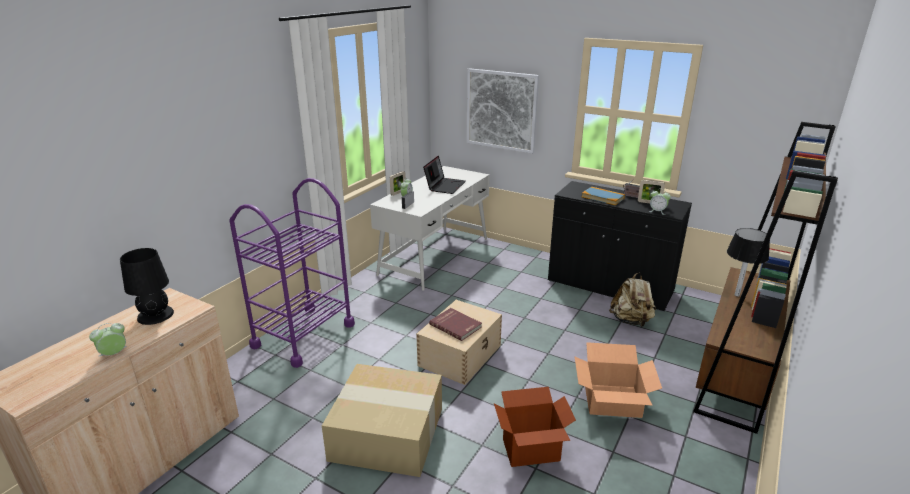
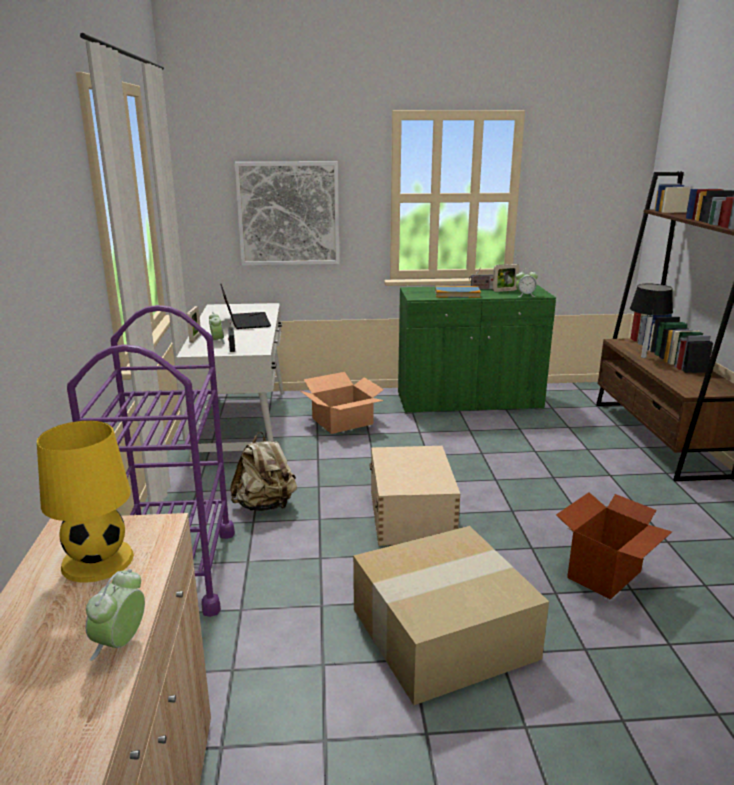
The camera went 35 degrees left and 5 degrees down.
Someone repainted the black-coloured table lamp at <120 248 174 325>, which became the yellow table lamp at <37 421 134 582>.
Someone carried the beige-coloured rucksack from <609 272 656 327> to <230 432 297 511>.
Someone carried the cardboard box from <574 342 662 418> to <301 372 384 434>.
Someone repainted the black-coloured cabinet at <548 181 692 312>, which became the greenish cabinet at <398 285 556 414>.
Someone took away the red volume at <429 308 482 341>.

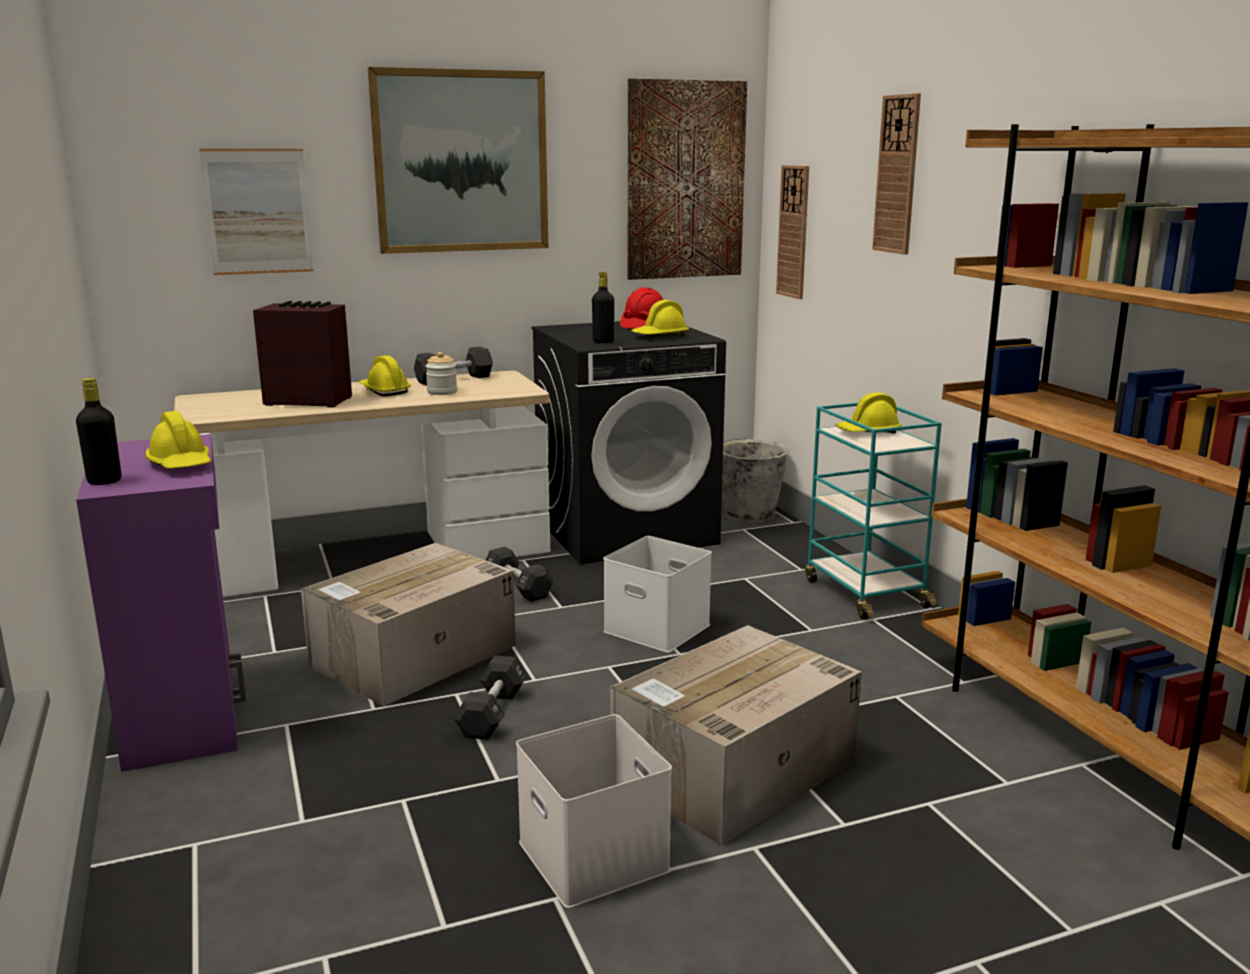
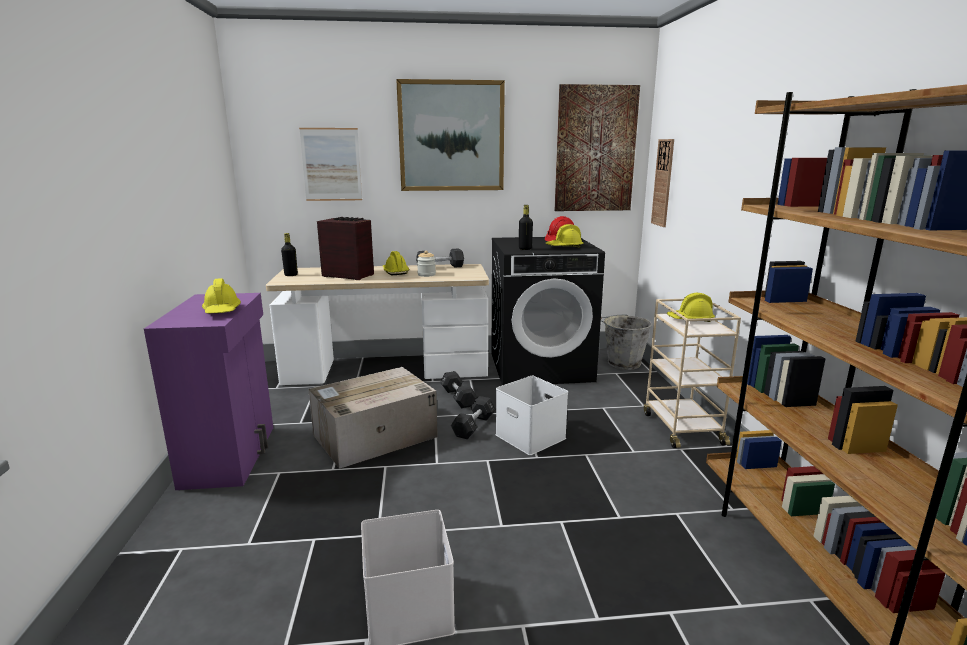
The camera went 15 degrees right and 0 degrees up.
Someone carried the black-coloured drink bottle from <76 378 121 485> to <281 233 298 276>.
Someone carried the black-coloured free weight from <454 655 527 740> to <451 396 496 439>.
Someone repainted the blue-green trolley at <805 403 942 619>, which became the beige-coloured trolley at <644 299 741 448>.
Someone took away the cardboard box at <610 625 862 846>.
Someone took away the wall clock at <872 93 921 255>.

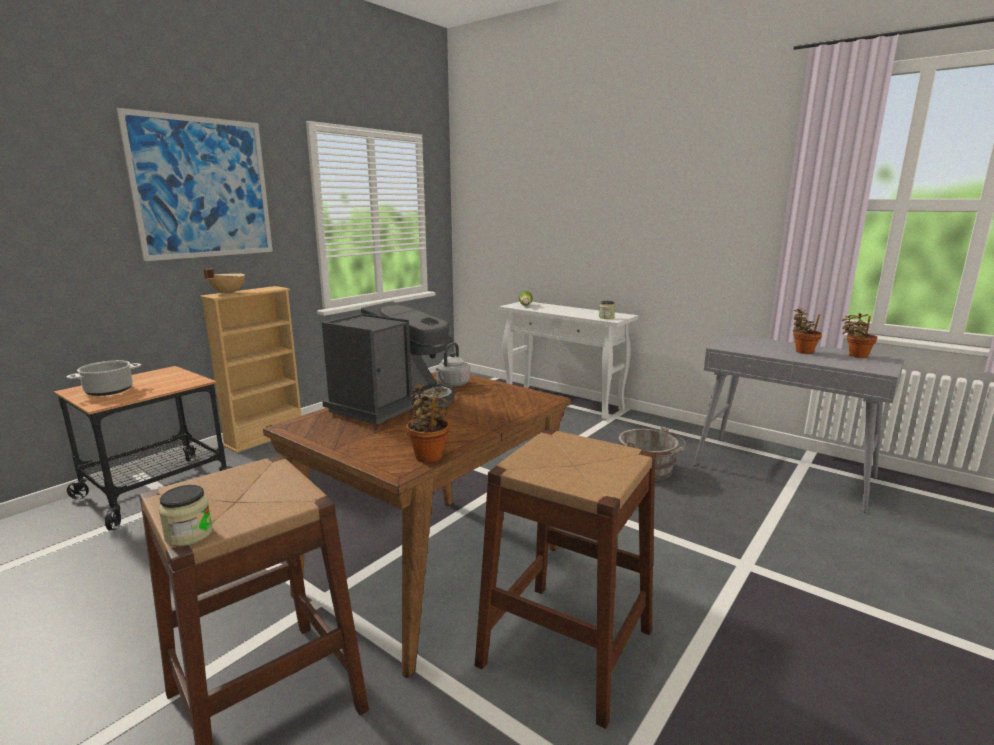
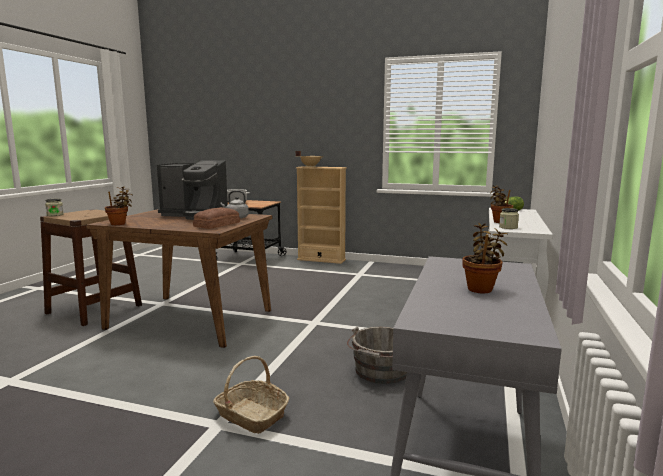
The camera went 70 degrees right and 5 degrees down.
Someone put down the baked bread at <193 207 240 229>.
Someone put down the household basket at <213 356 290 433>.
Someone carried the plant in a pot from <841 313 877 358> to <490 185 513 223>.
Someone took away the wall art at <116 108 273 261>.
Someone took away the brown-coloured sitting stool at <475 429 656 729>.

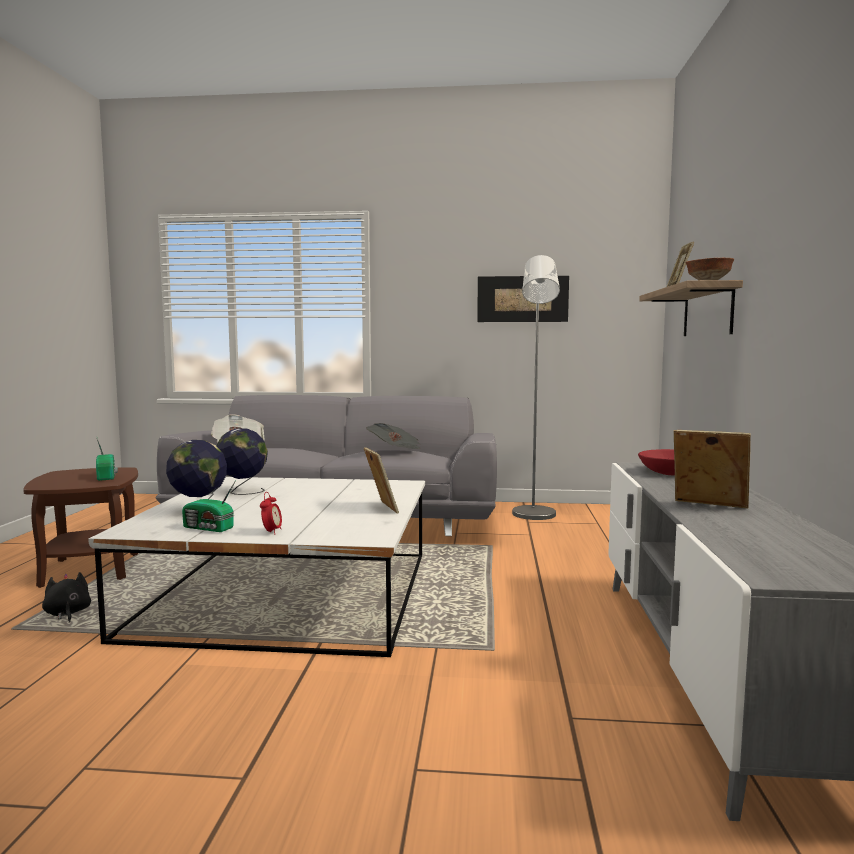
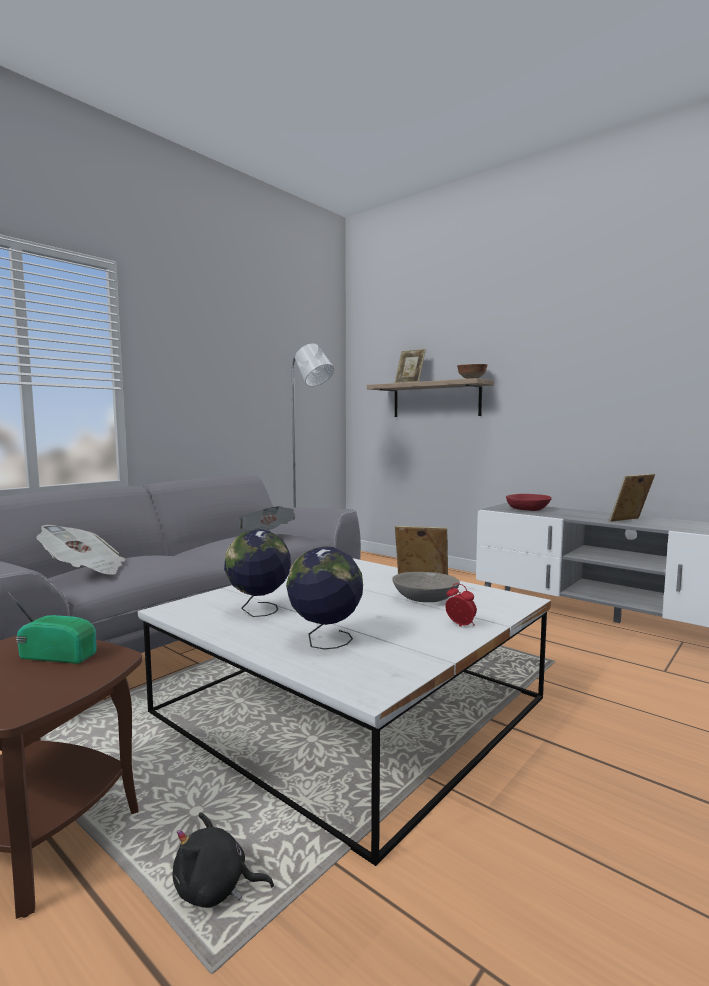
The camera went 55 degrees left and 0 degrees up.
Someone put down the greyish serving bowl at <392 572 460 602>.
Someone took away the radio set at <182 480 236 532>.
Someone took away the wall art at <477 276 569 322>.

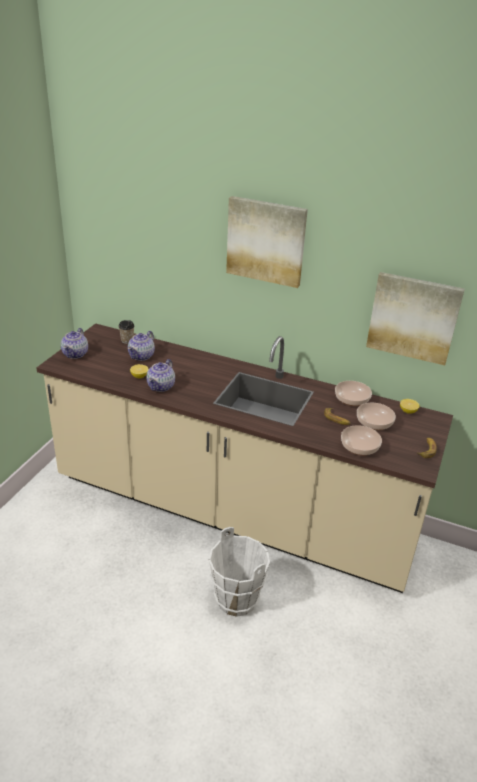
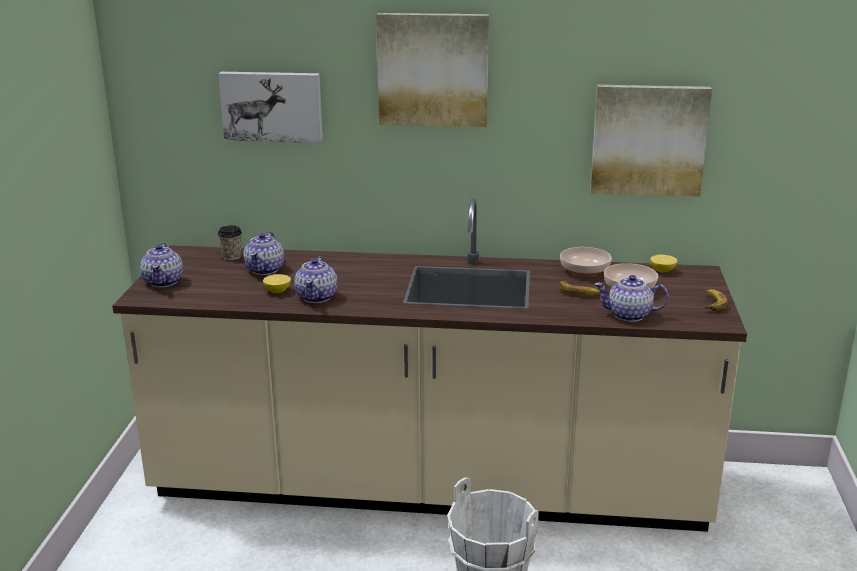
The camera went 15 degrees left and 10 degrees down.
Someone put up the wall art at <218 72 323 143>.
Someone swapped the serving bowl at <341 425 382 455> for the pot for tea at <594 275 669 322>.

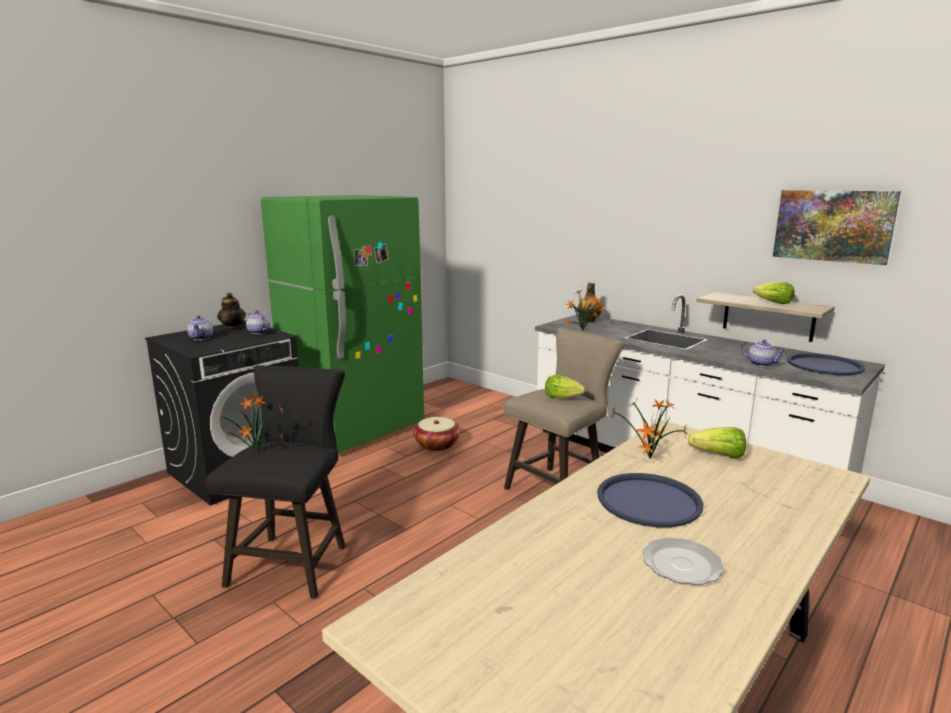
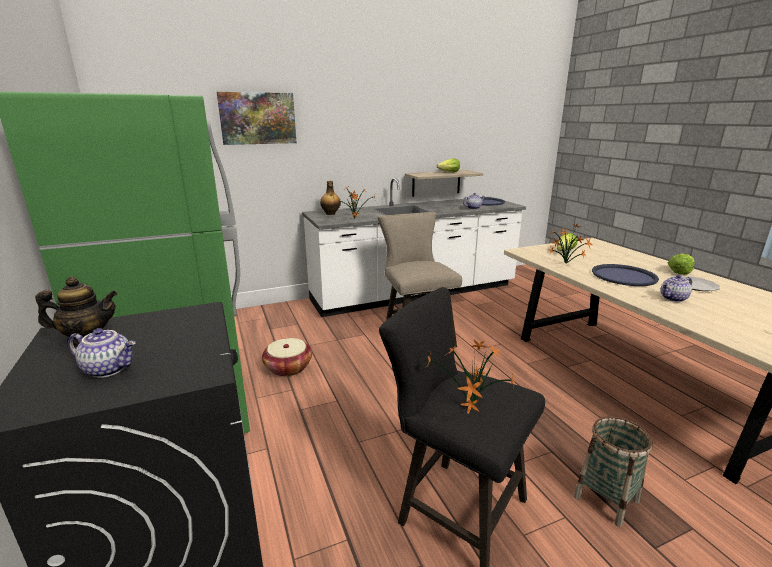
The camera went 65 degrees left and 5 degrees up.
Someone carried the wall art from <773 190 901 265> to <217 92 296 145>.
Someone put down the household basket at <574 416 653 527>.
Someone carried the pot for tea from <246 310 270 334> to <661 275 692 302>.
Someone carried the lettuce head from <545 375 586 398> to <668 254 694 275>.

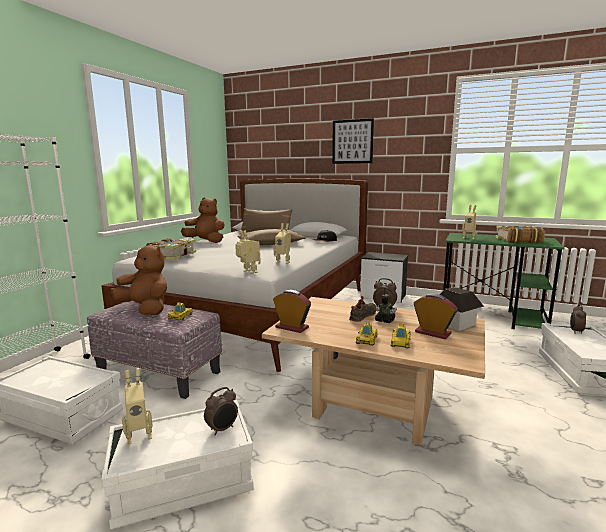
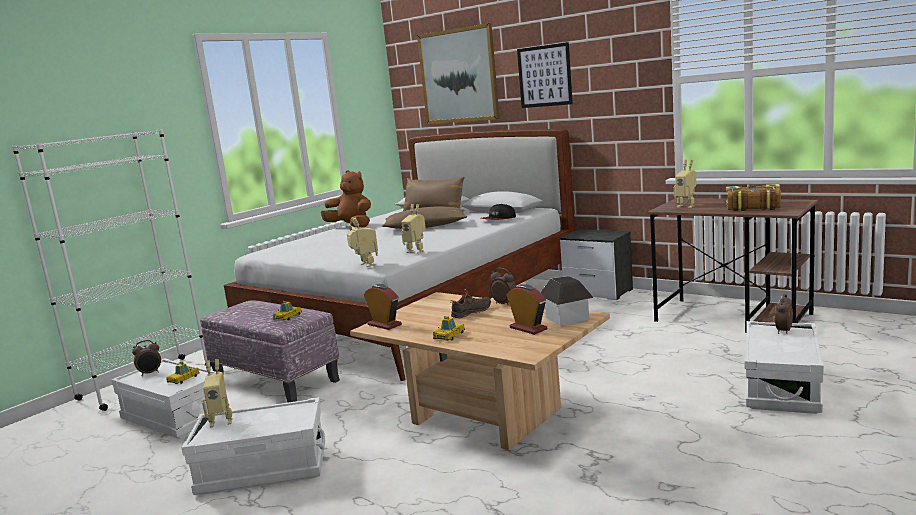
The camera went 15 degrees right and 0 degrees up.
Someone carried the alarm clock from <204 387 238 435> to <132 340 161 376>.
Someone carried the model car from <391 323 411 348> to <166 361 200 384>.
Someone put up the wall art at <417 23 500 124>.
Someone repainted the greenish desk table at <443 233 564 329>, which became the brown-coloured desk table at <647 198 818 333>.
Someone took away the brown-coloured plush toy at <110 243 167 316>.
Someone took away the volume at <149 238 196 260>.
Someone took away the model robot at <375 288 397 323>.

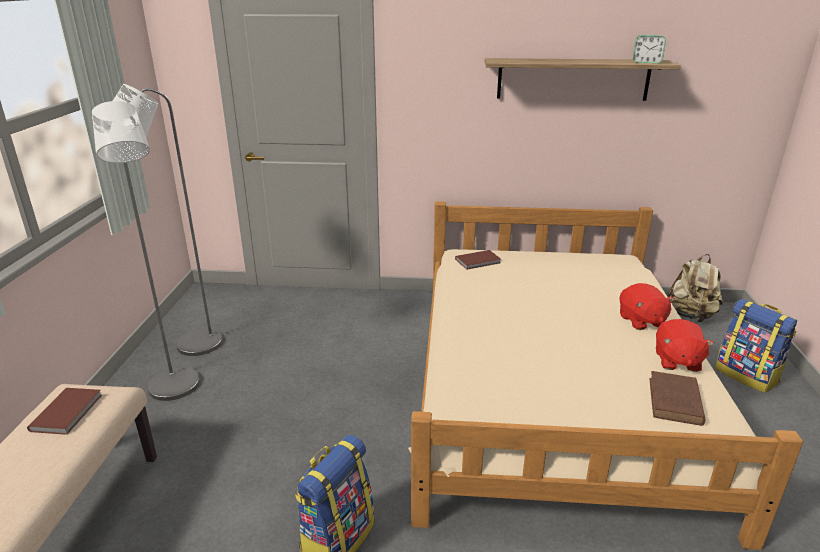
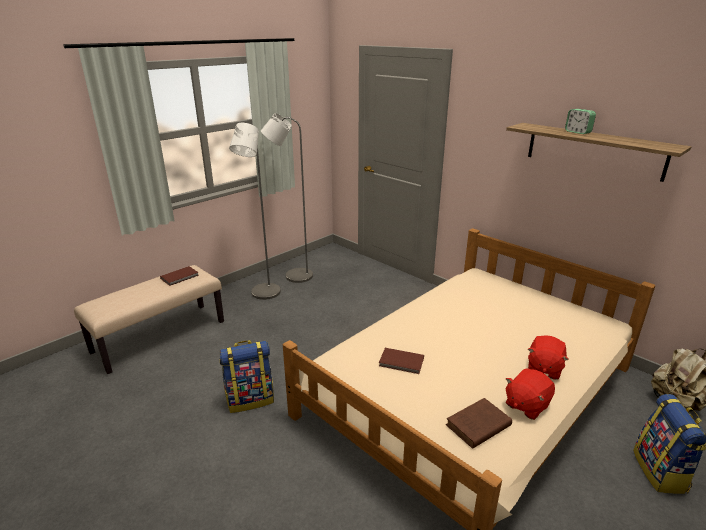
The camera went 40 degrees right and 0 degrees up.
Someone carried the brown-coloured volume from <455 250 501 270> to <379 348 424 374>.
Someone carried the alarm clock from <633 35 666 64> to <565 109 596 134>.

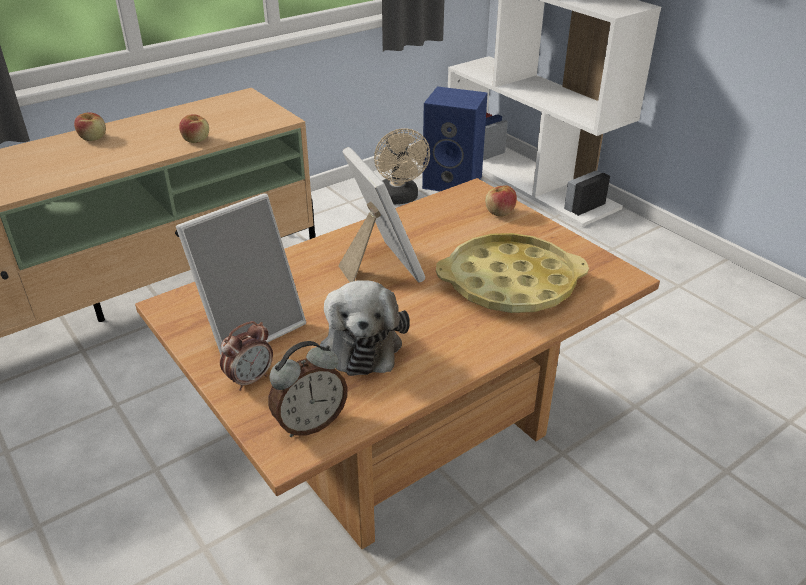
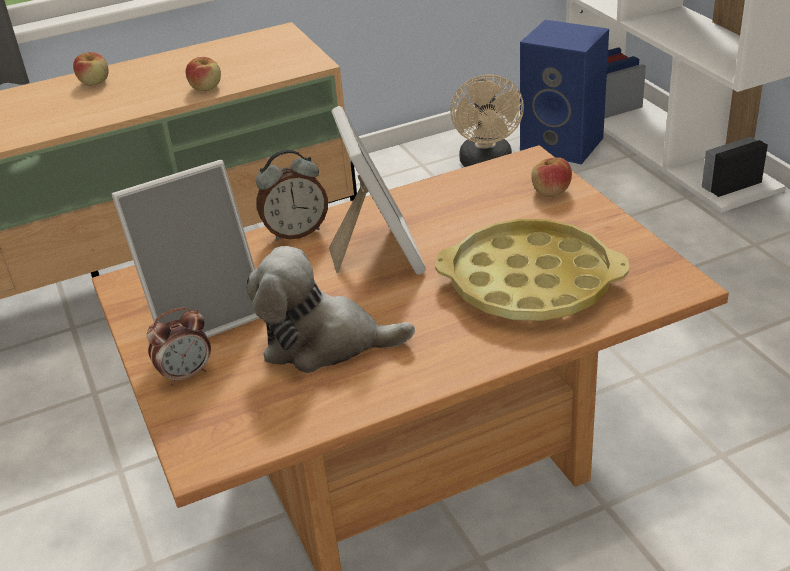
The camera went 15 degrees right and 0 degrees up.
Someone rotated the plush toy at <320 280 410 376> by 90 degrees clockwise.
Someone carried the alarm clock from <269 341 348 437> to <256 149 328 241>.

